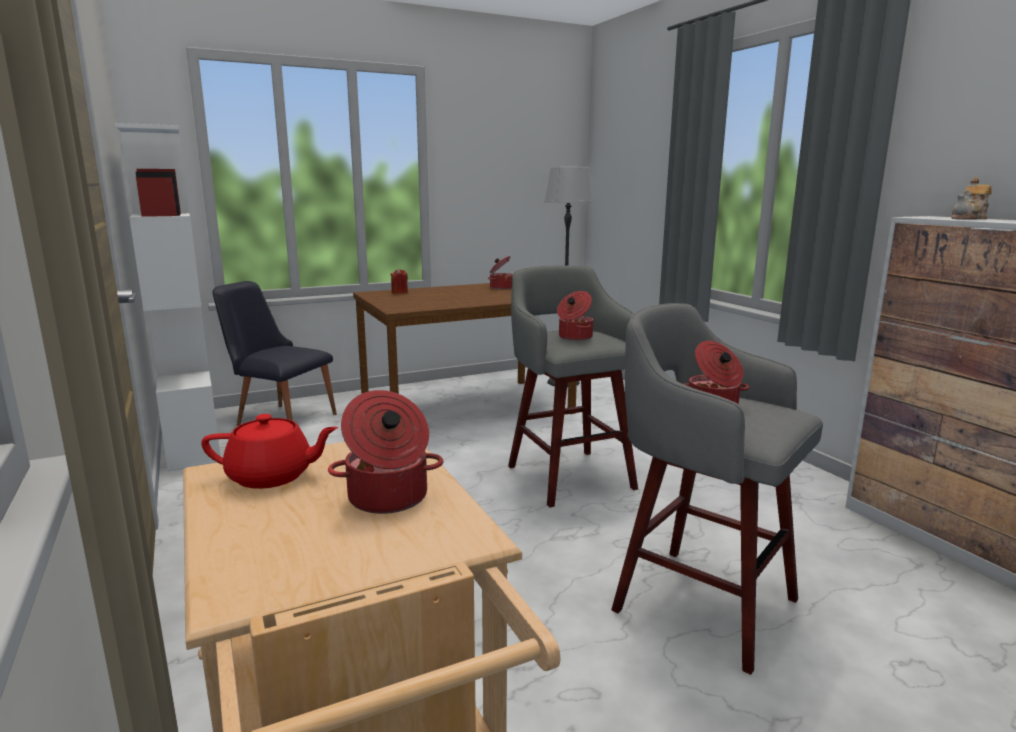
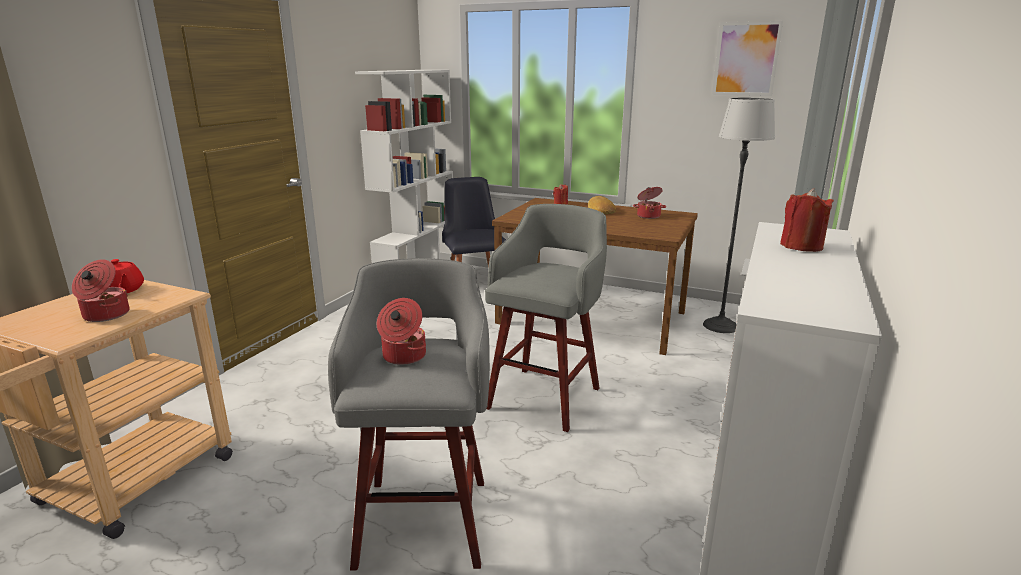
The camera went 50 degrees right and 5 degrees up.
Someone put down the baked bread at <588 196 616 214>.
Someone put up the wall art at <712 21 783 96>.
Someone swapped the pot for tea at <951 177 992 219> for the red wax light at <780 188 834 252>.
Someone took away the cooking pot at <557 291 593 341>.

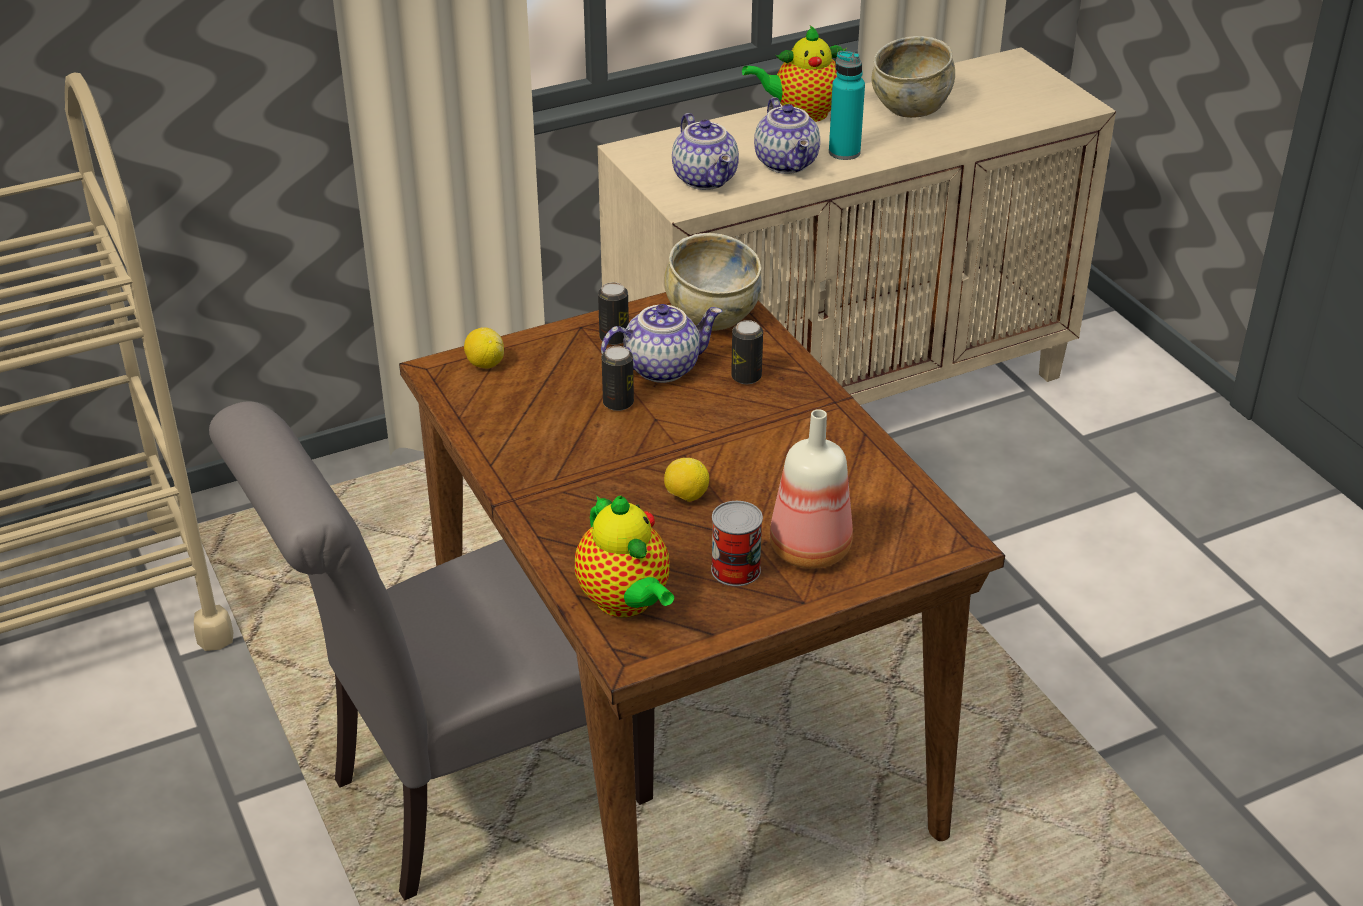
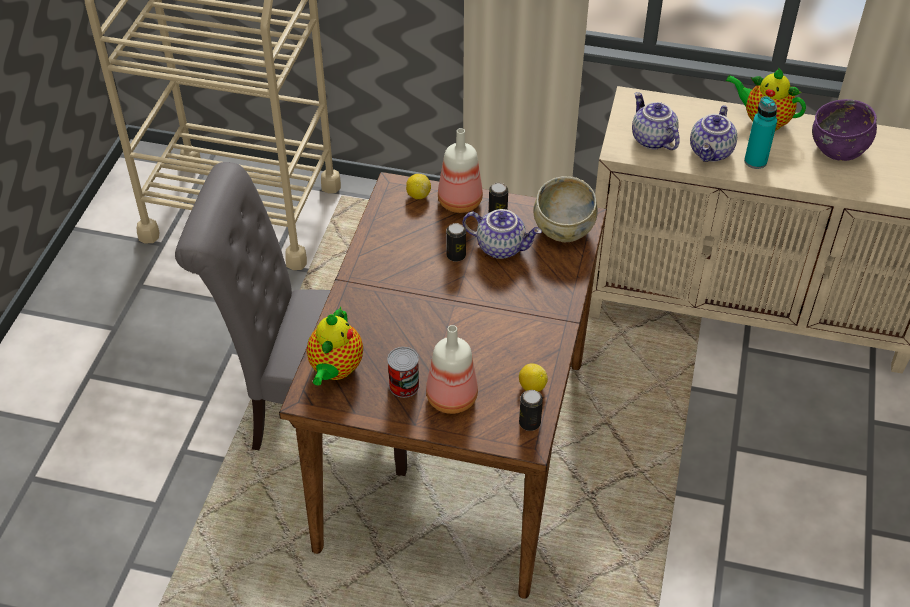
The camera went 40 degrees right and 10 degrees up.
Someone put down the drink bottle at <438 128 483 213>.
Someone carried the whole lemon from <664 458 709 502> to <519 363 548 391>.
Someone carried the can from <731 320 763 384> to <519 390 543 431>.
Someone rotated the pot for tea at <672 113 739 190> by 135 degrees clockwise.
Someone repainted the beige-coloured serving bowl at <872 36 955 118>, which became the purple-coloured serving bowl at <812 99 877 161>.

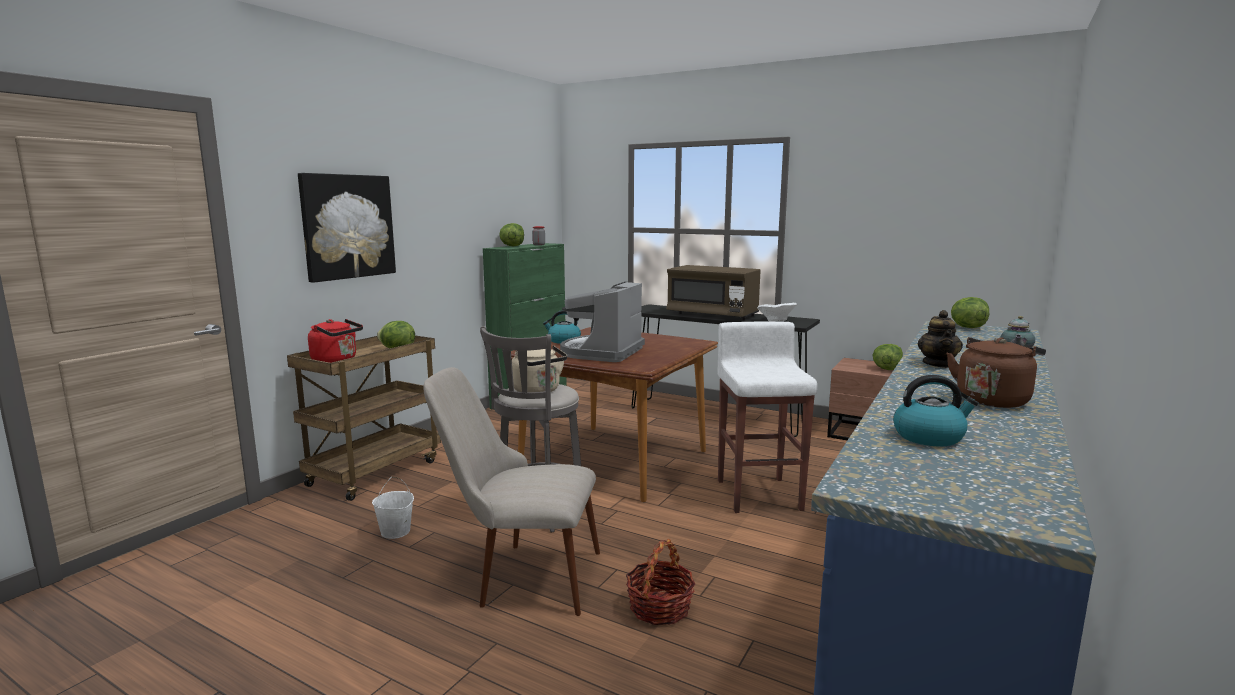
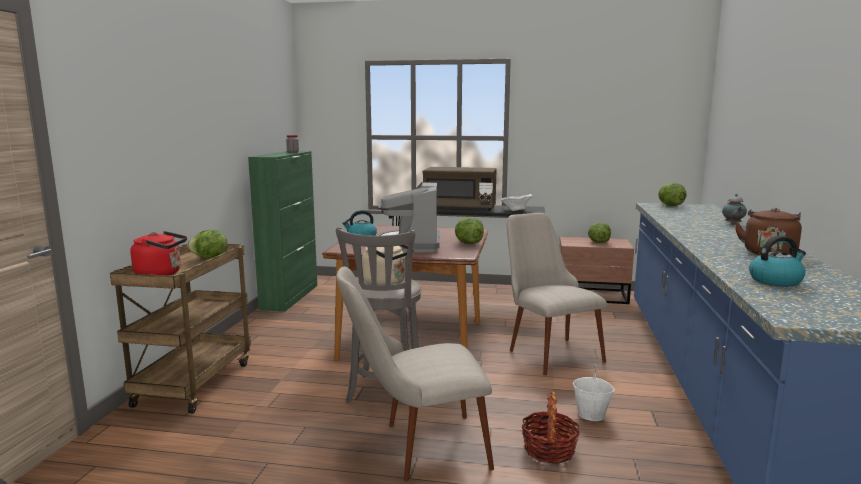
The camera went 20 degrees left and 0 degrees up.
Someone carried the lettuce head from <499 223 524 246> to <455 217 484 244>.
Someone swapped the white-coloured sitting stool at <717 321 817 513> for the beige-coloured upright chair at <507 213 607 375>.
Someone carried the white-coloured water bucket from <372 477 414 539> to <573 365 615 421>.
Someone took away the wall art at <298 173 396 283>.
Someone took away the pot for tea at <918 310 963 368>.

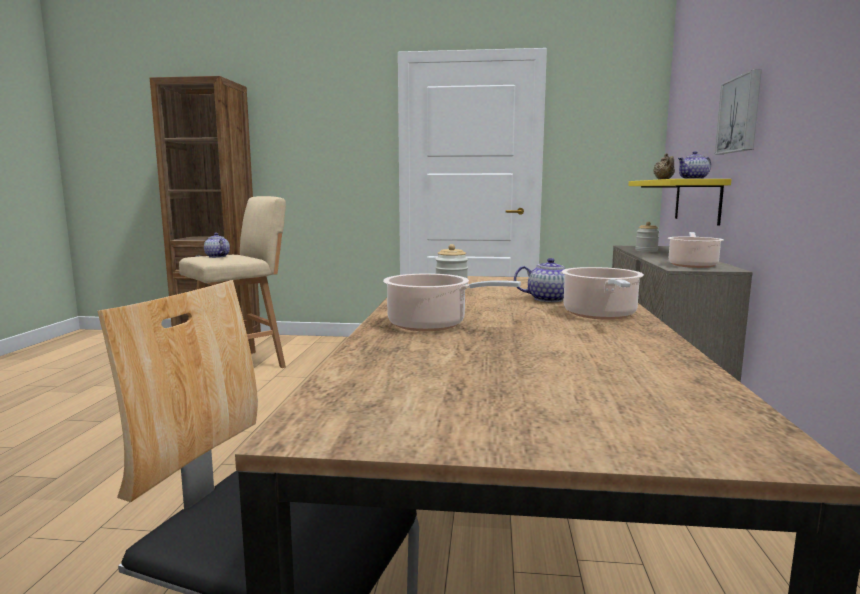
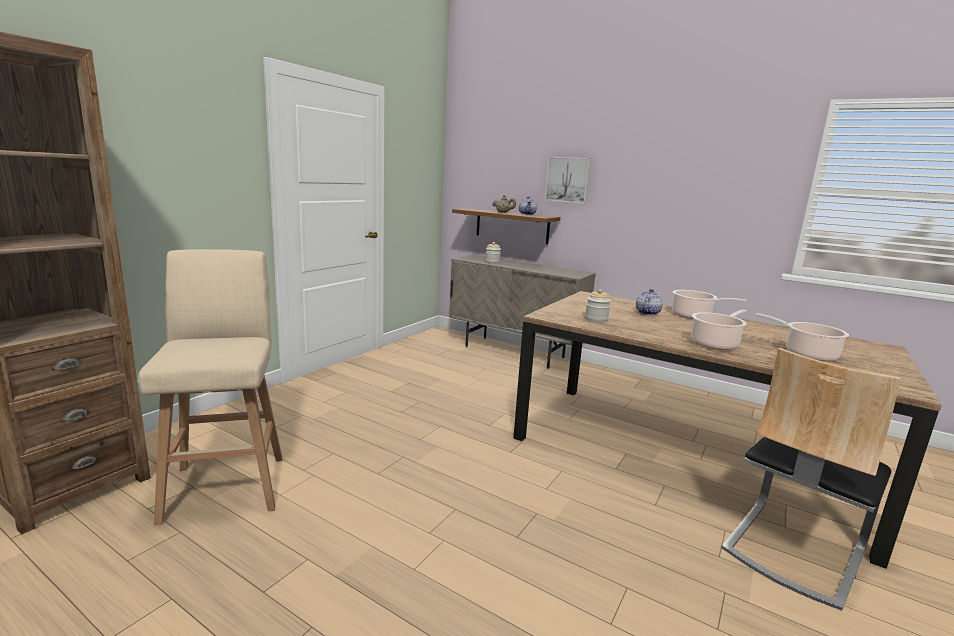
The camera went 65 degrees left and 5 degrees up.
Someone repainted the yellow shelf at <628 179 731 225>, which became the brown-coloured shelf at <452 208 561 244>.
Someone carried the cooking pot from <668 232 724 268> to <755 313 849 362>.
Someone took away the pot for tea at <204 233 230 258>.

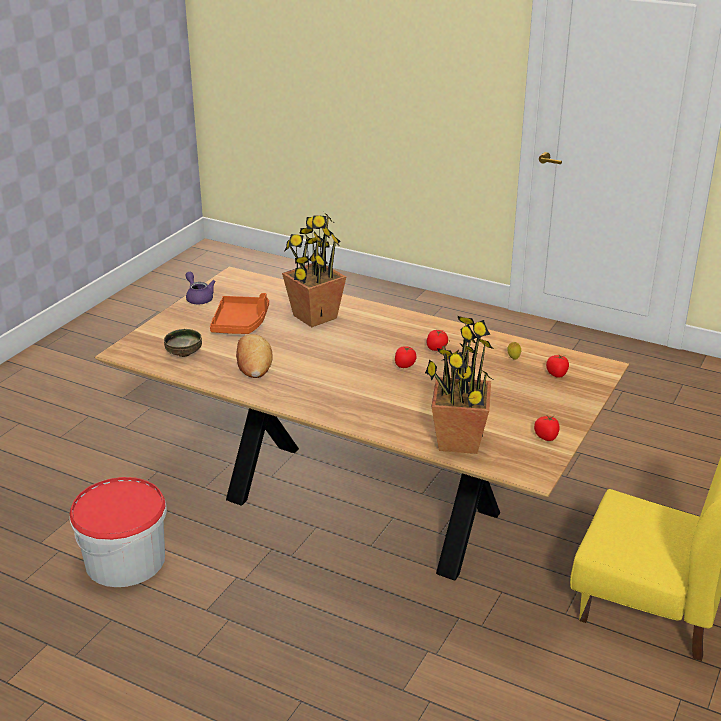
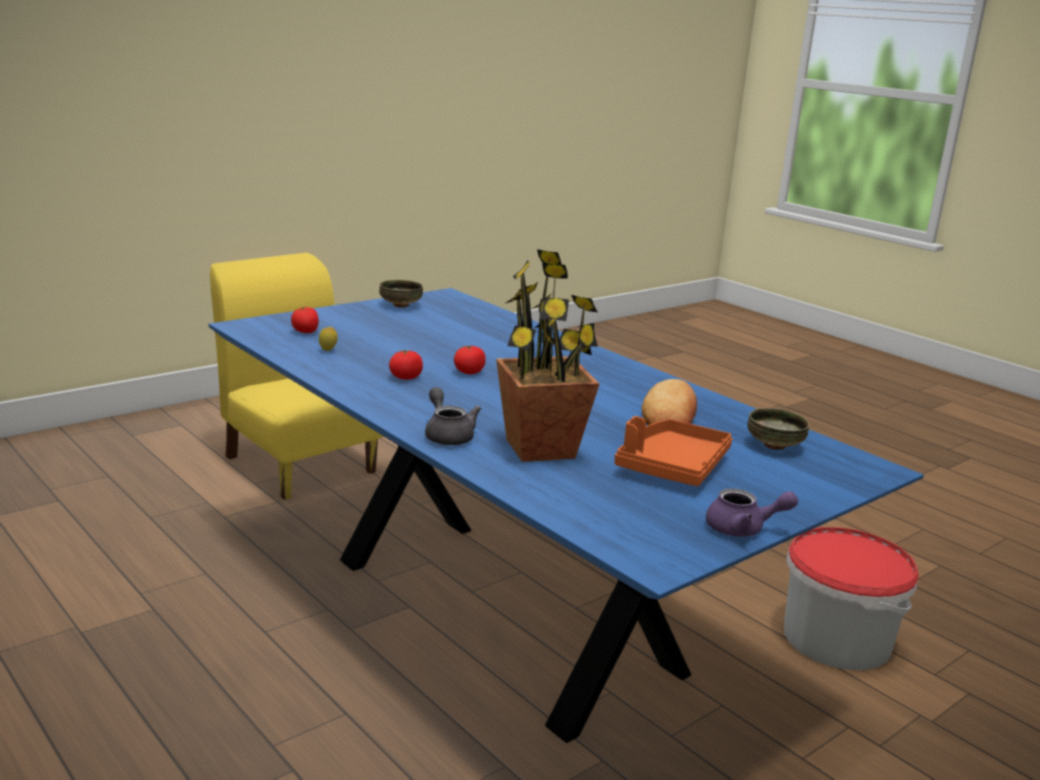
The camera went 160 degrees left and 10 degrees down.
Someone repainted the brown-coloured dinner table at <95 266 629 580>, which became the blue-coloured dinner table at <208 288 924 743>.
Someone swapped the fresh tomato at <534 416 560 441> for the serving bowl at <379 280 423 308>.
Someone put down the greyish pot for tea at <425 387 481 445>.
Someone rotated the purple-coloured pot for tea at <185 272 216 304> by 75 degrees counterclockwise.
Someone took away the plant in a pot at <425 316 494 454>.

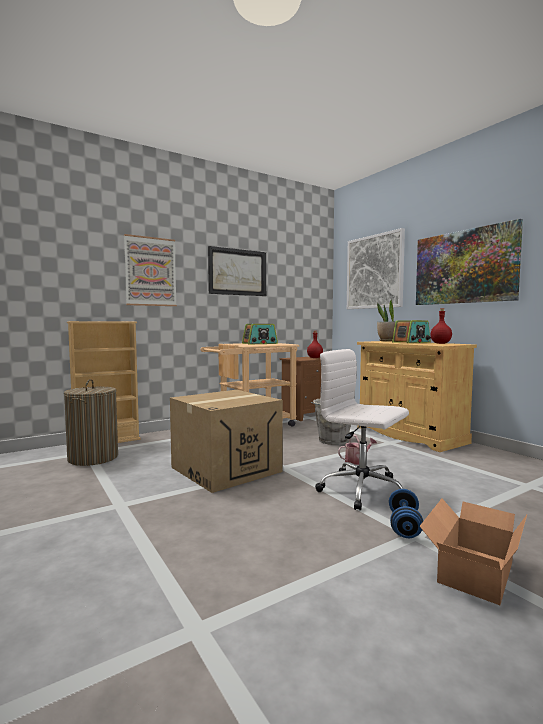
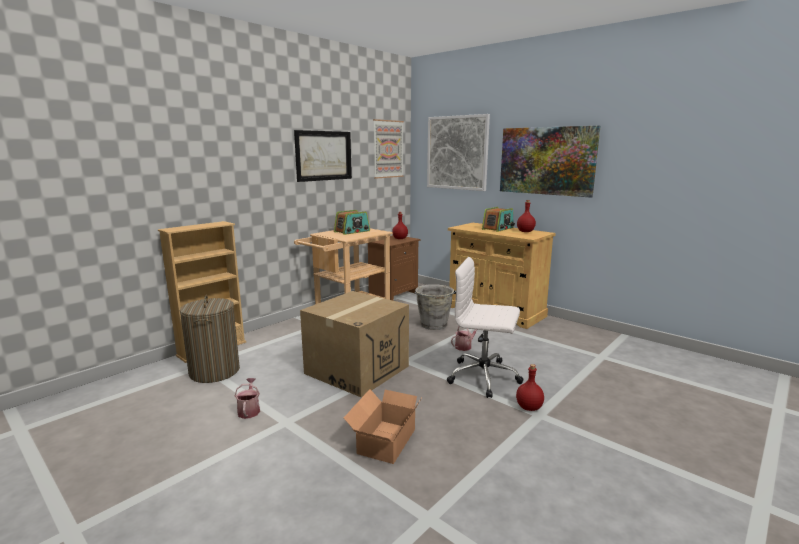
The camera went 15 degrees left and 10 degrees up.
Someone put down the watering pot at <234 378 260 419>.
Someone carried the cardboard box from <420 498 527 605> to <344 389 421 464>.
Someone carried the wall art from <124 234 177 306> to <373 119 404 179>.
Someone swapped the blue-coloured free weight at <389 489 423 538> for the red drink bottle at <516 364 544 411>.
Someone took away the plant in a pot at <377 300 396 341>.

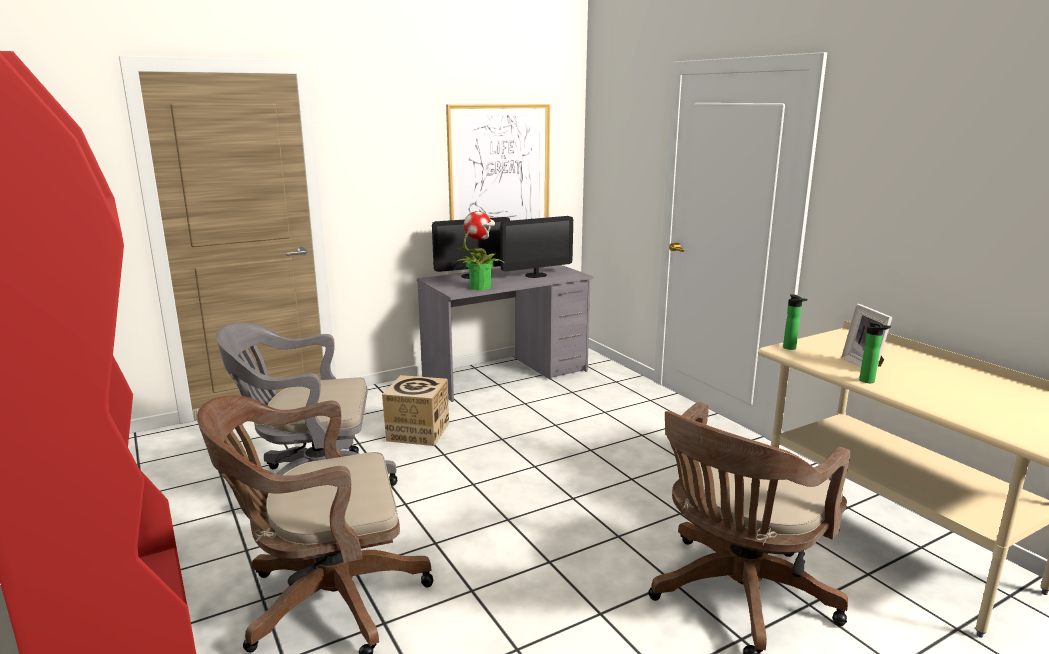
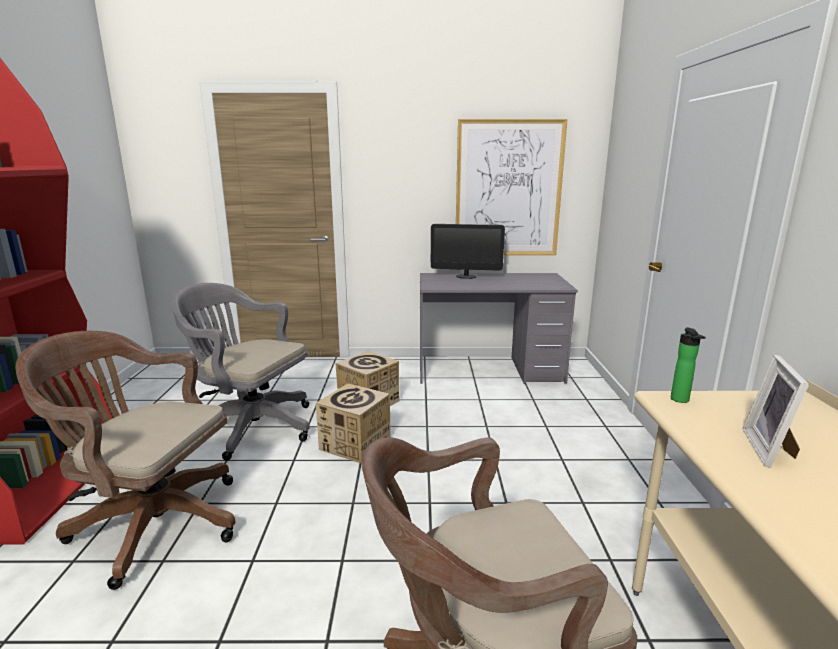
The camera went 30 degrees right and 0 degrees up.
Someone put down the cardboard box at <316 383 391 464>.
Someone took away the plant in a pot at <456 211 504 290>.
Someone took away the computer screen at <500 216 573 278>.
Someone took away the drink bottle at <859 321 891 383>.

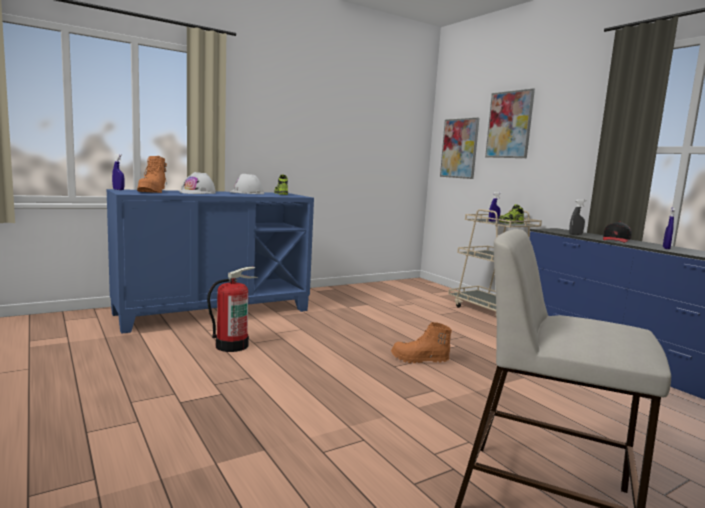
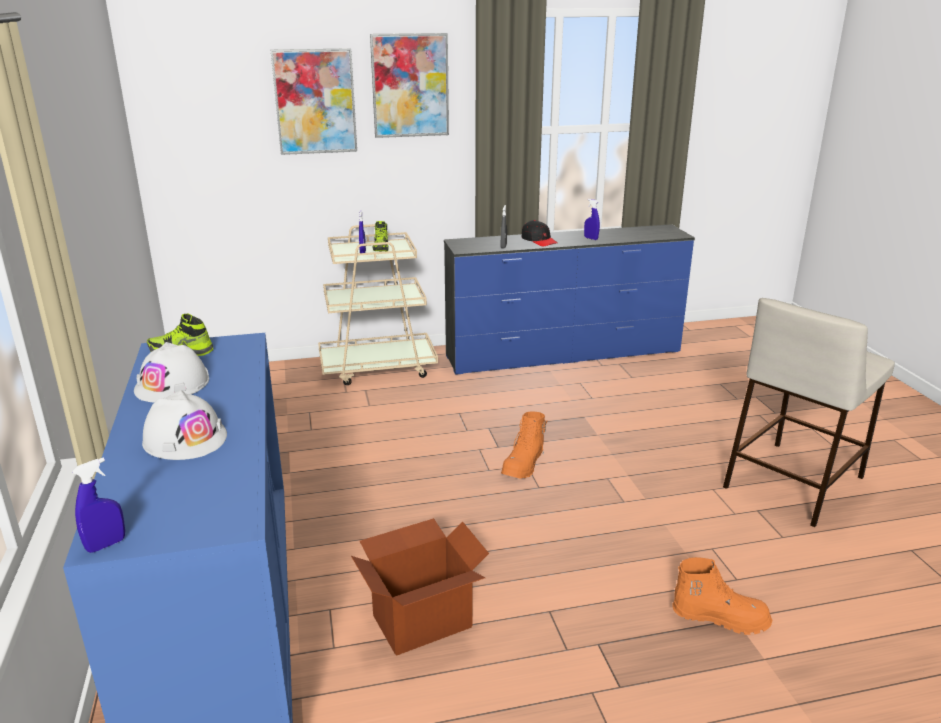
The camera went 70 degrees left and 15 degrees up.
Someone swapped the fire-fighting cylinder at <207 266 258 352> for the cardboard box at <351 518 489 656>.
Someone carried the wall art from <440 118 479 179> to <370 33 449 138>.
Someone carried the orangey high-top boot from <137 156 167 193> to <672 557 772 635>.

